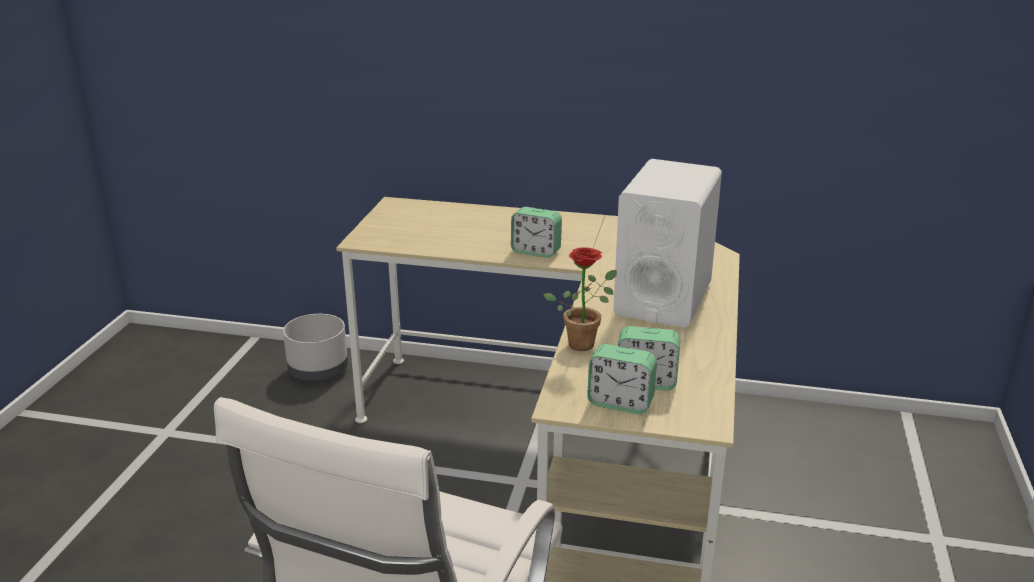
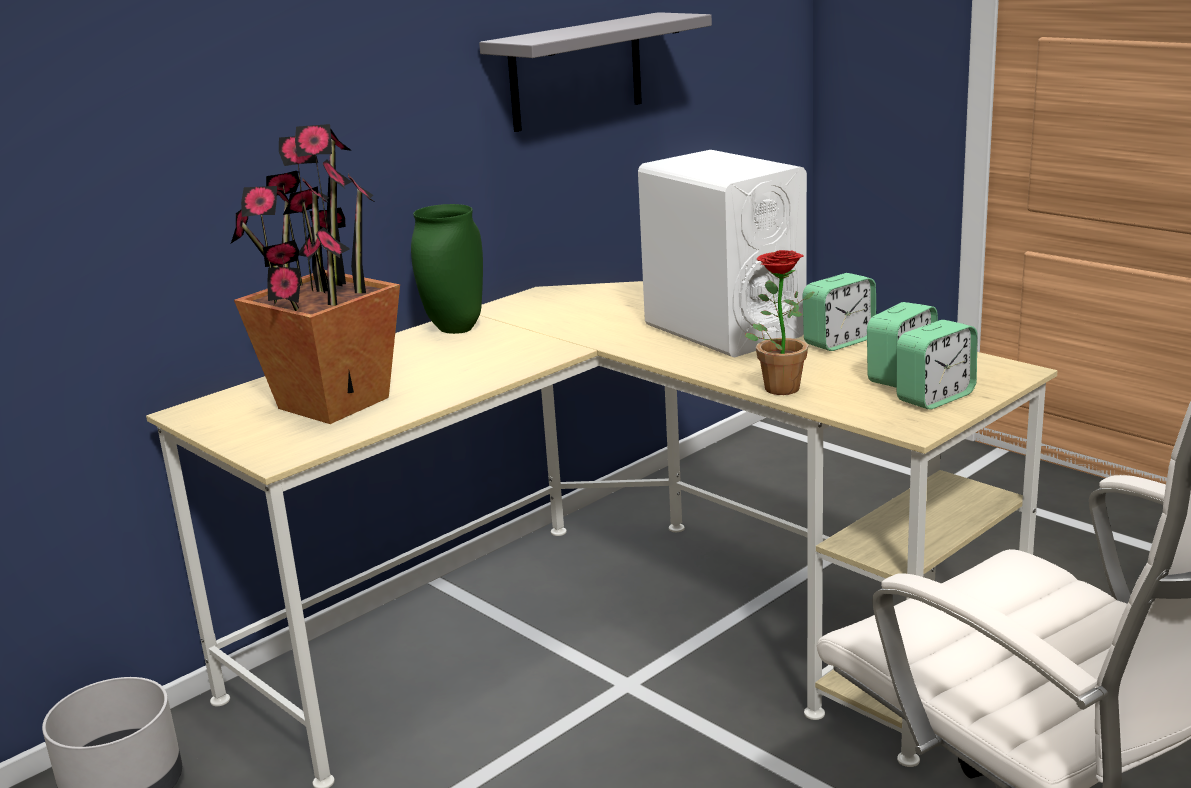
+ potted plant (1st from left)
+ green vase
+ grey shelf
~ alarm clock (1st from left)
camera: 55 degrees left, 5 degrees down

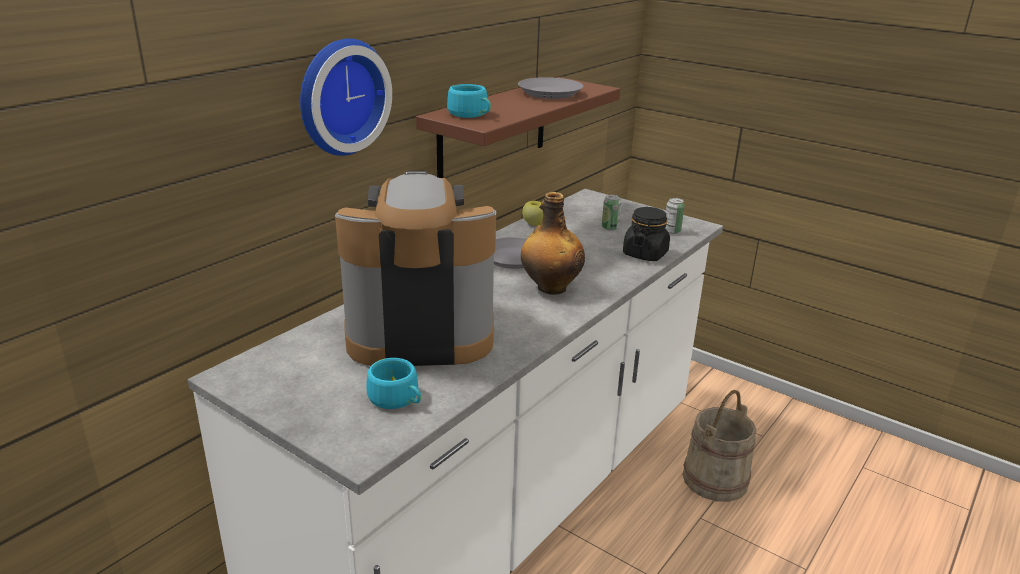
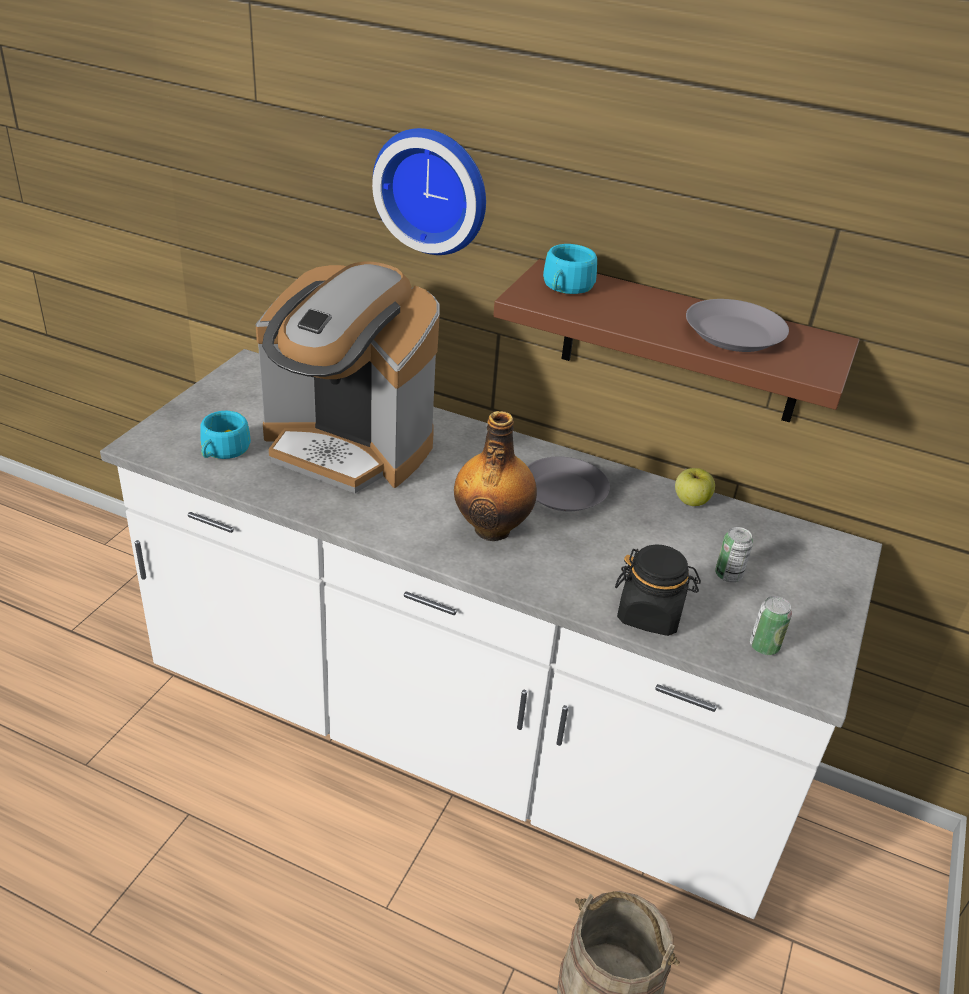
~ coffee machine 135 degrees clockwise
camera: 75 degrees right, 10 degrees up

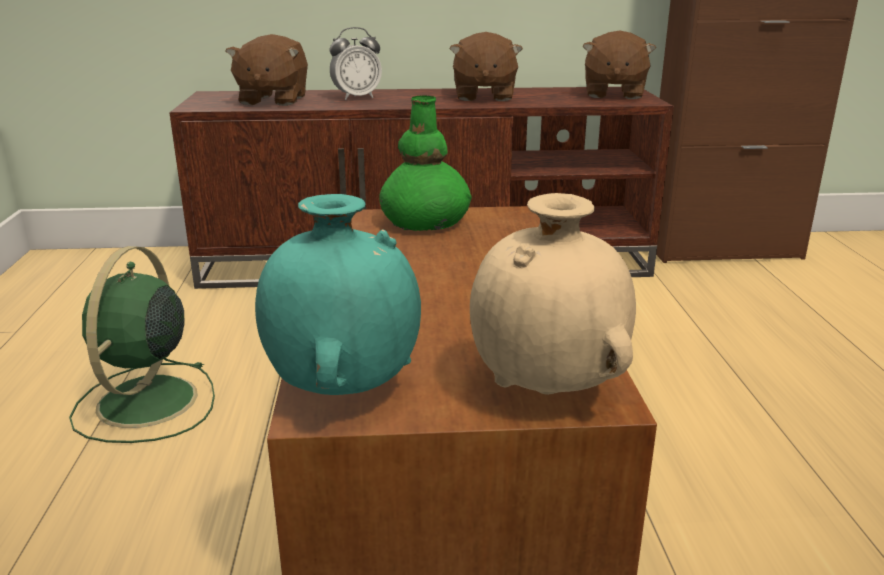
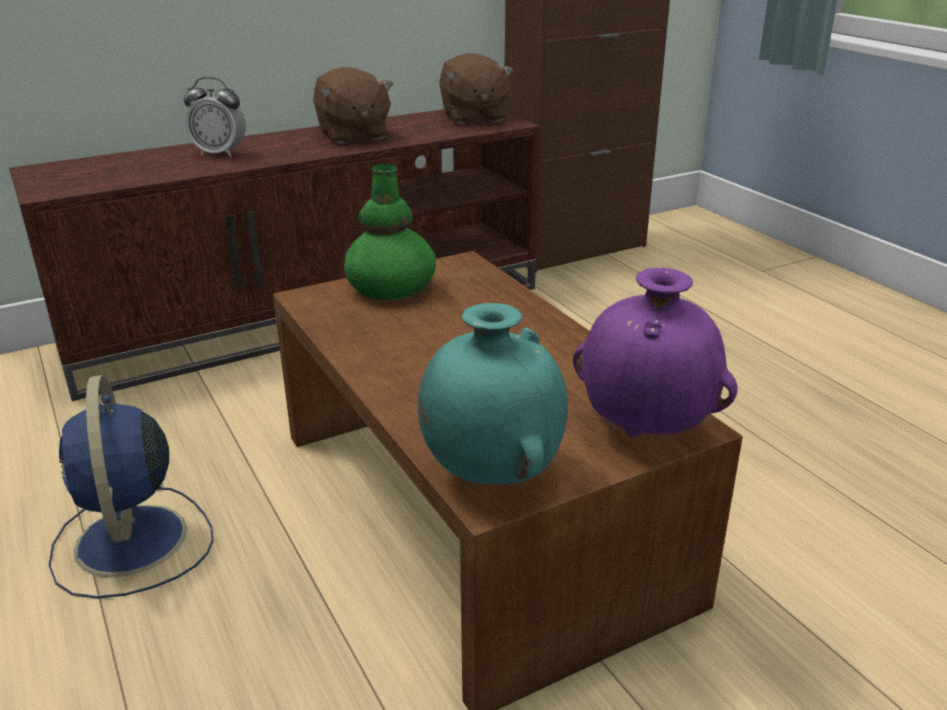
~ green fan to blue fan
~ alarm clock 60 degrees clockwise
~ beige vase to purple vase
- brown plush toy (1st from left)
camera: 25 degrees left, 5 degrees up

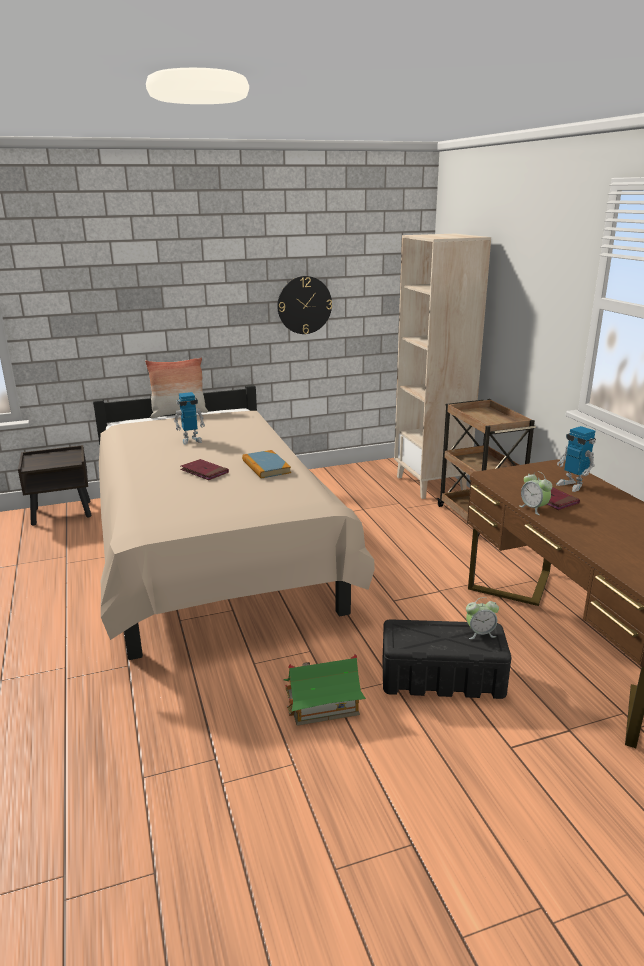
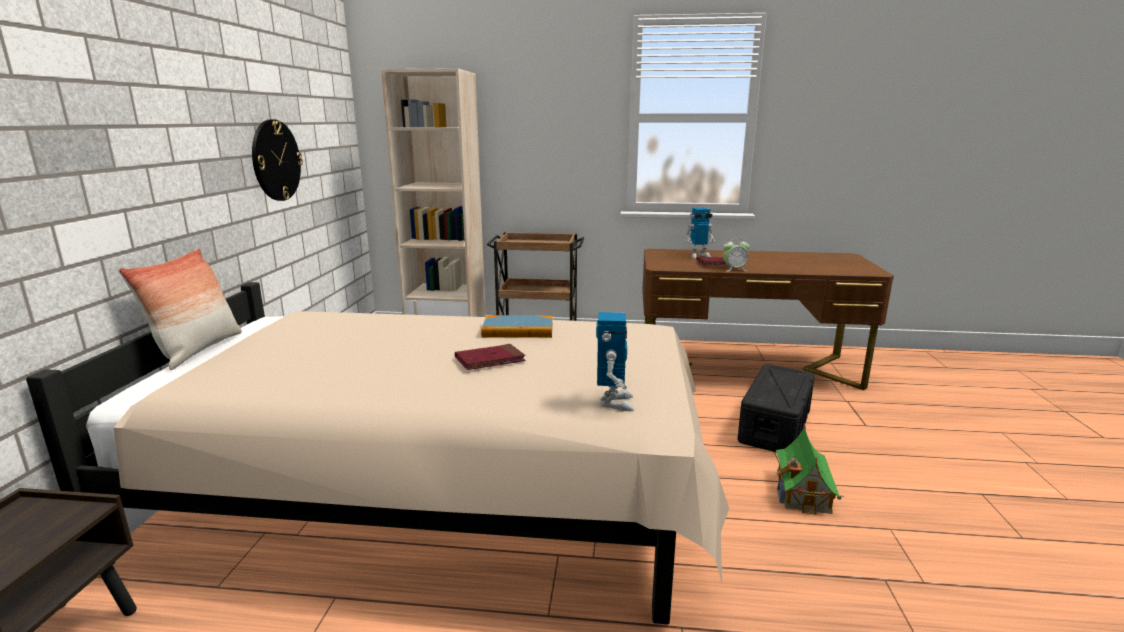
~ toy robot (1st from left)
- alarm clock (1st from left)
camera: 65 degrees left, 5 degrees down

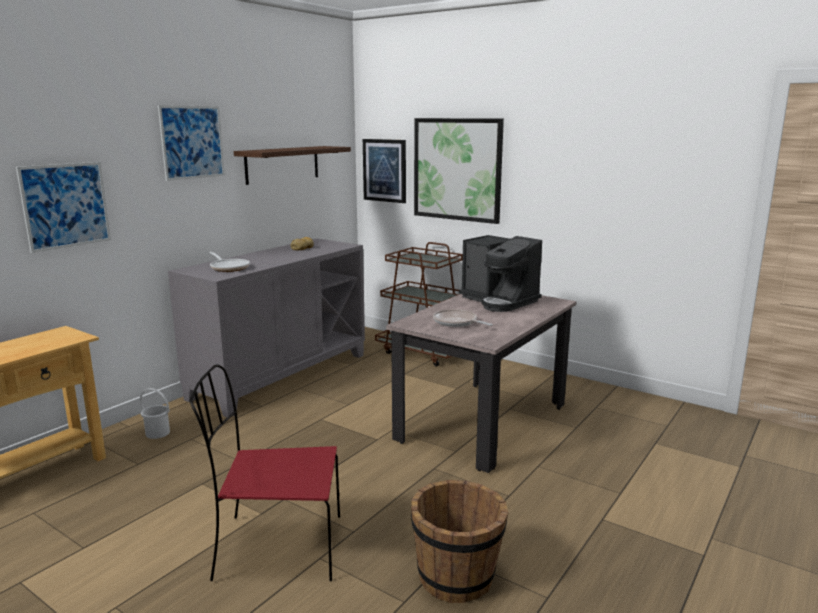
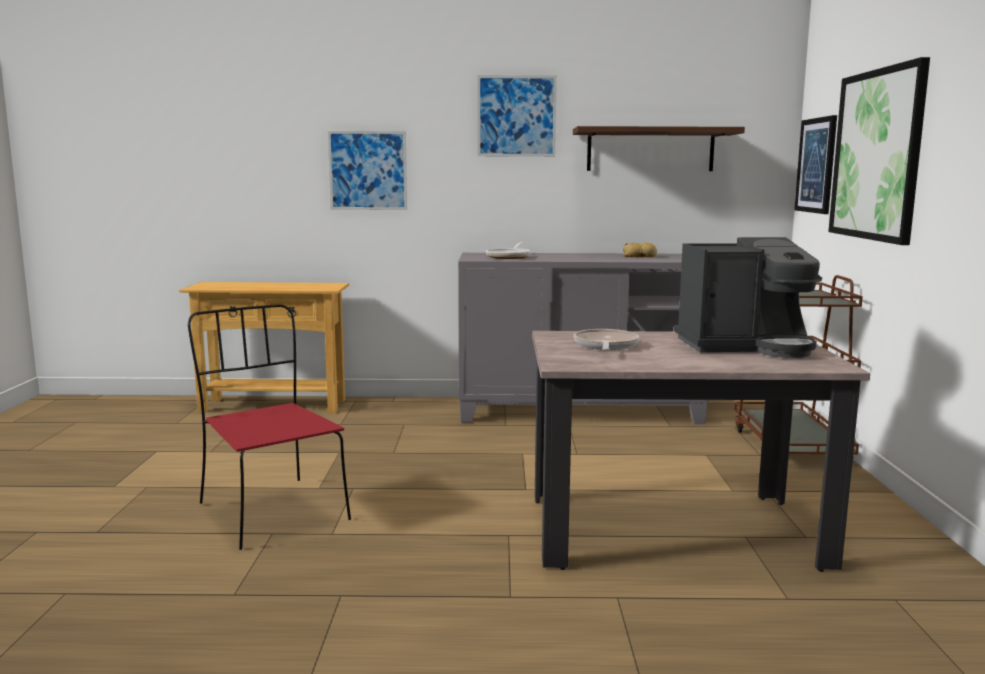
~ coffee machine 105 degrees counterclockwise
- white bucket
- brown bucket
camera: 55 degrees right, 5 degrees down

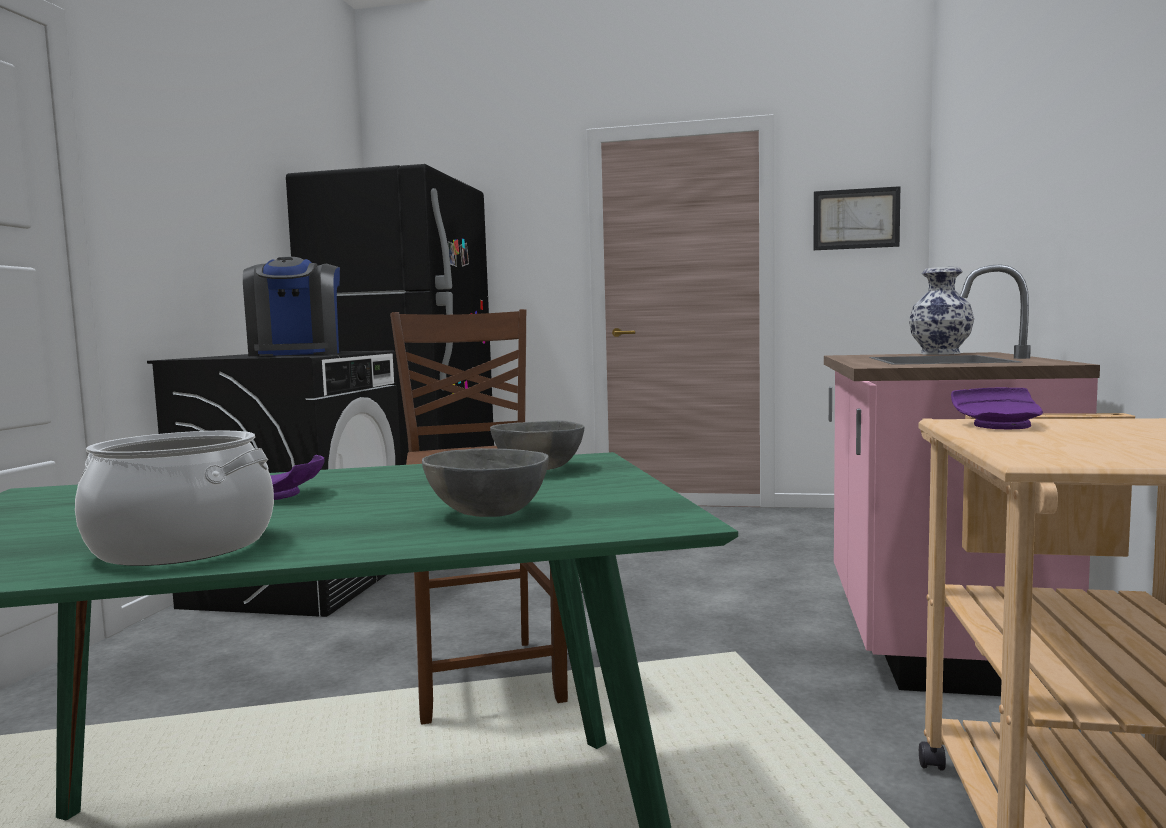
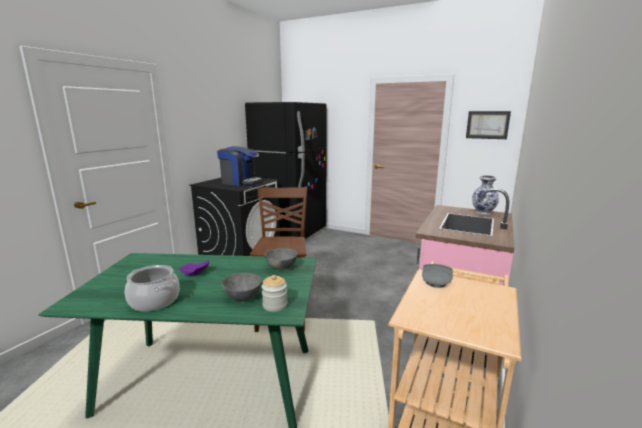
~ coffee machine 75 degrees counterclockwise
+ jar
~ purple plate (2nd from left) to grey plate
camera: 15 degrees right, 10 degrees up

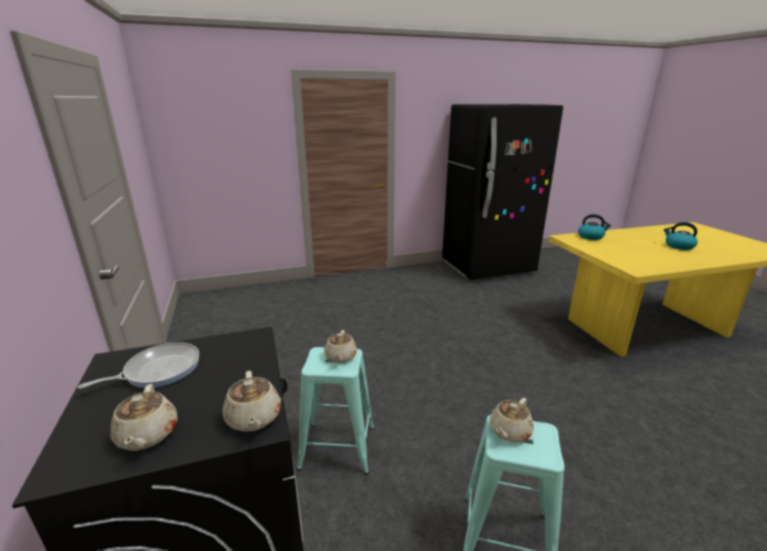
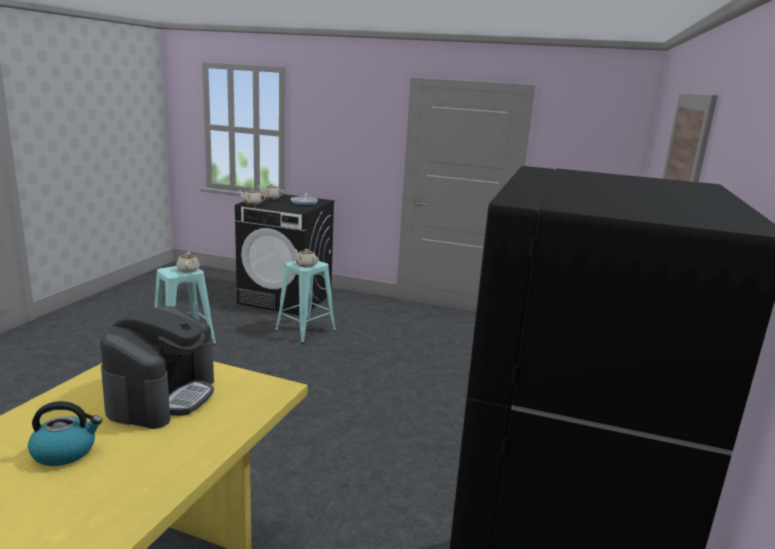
+ coffee machine
- kettle (1st from left)
camera: 125 degrees right, 5 degrees down

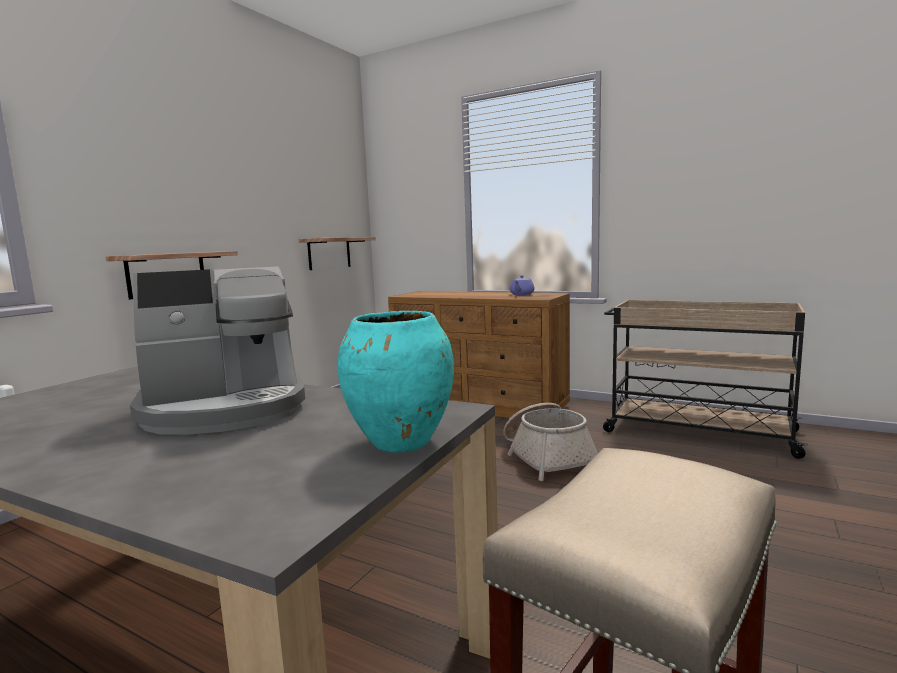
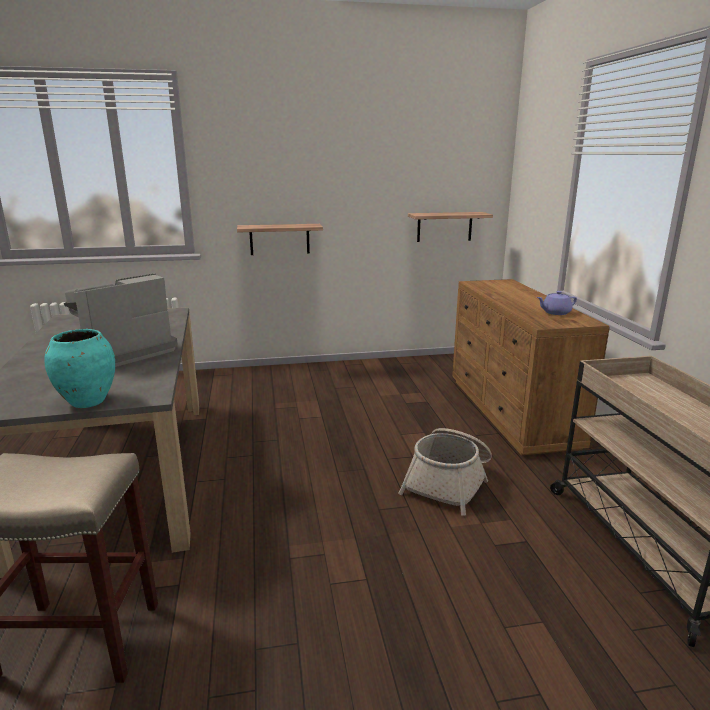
~ coffee machine 105 degrees clockwise
camera: 50 degrees right, 10 degrees up

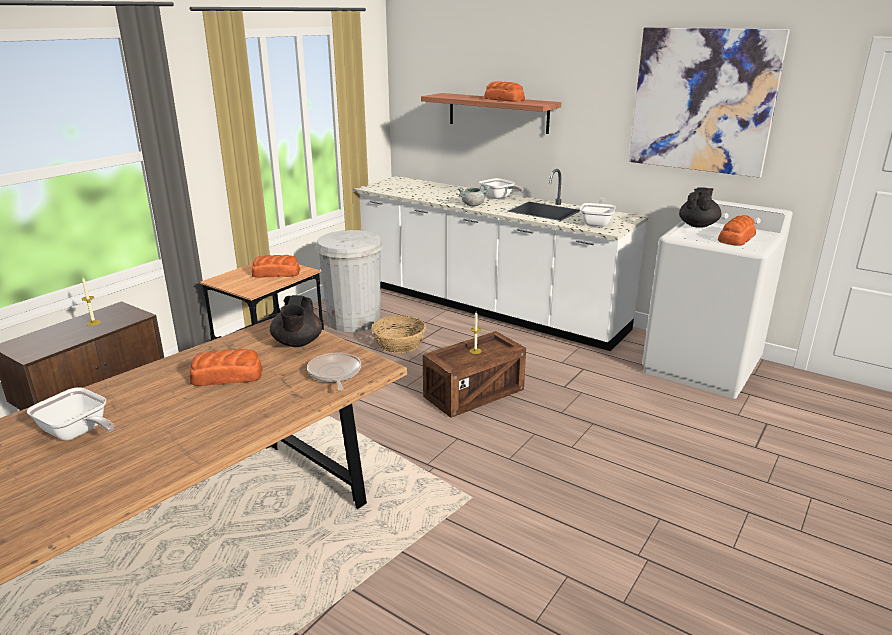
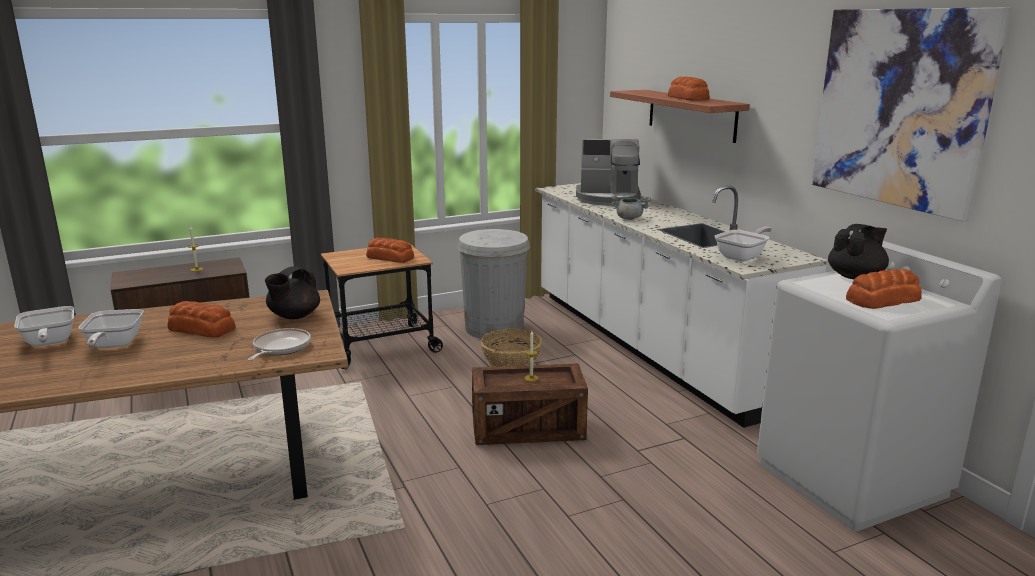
~ frying pan (3rd from left in the first image) to frying pan (2nd from left)
+ coffee machine
camera: 30 degrees right, 5 degrees down

